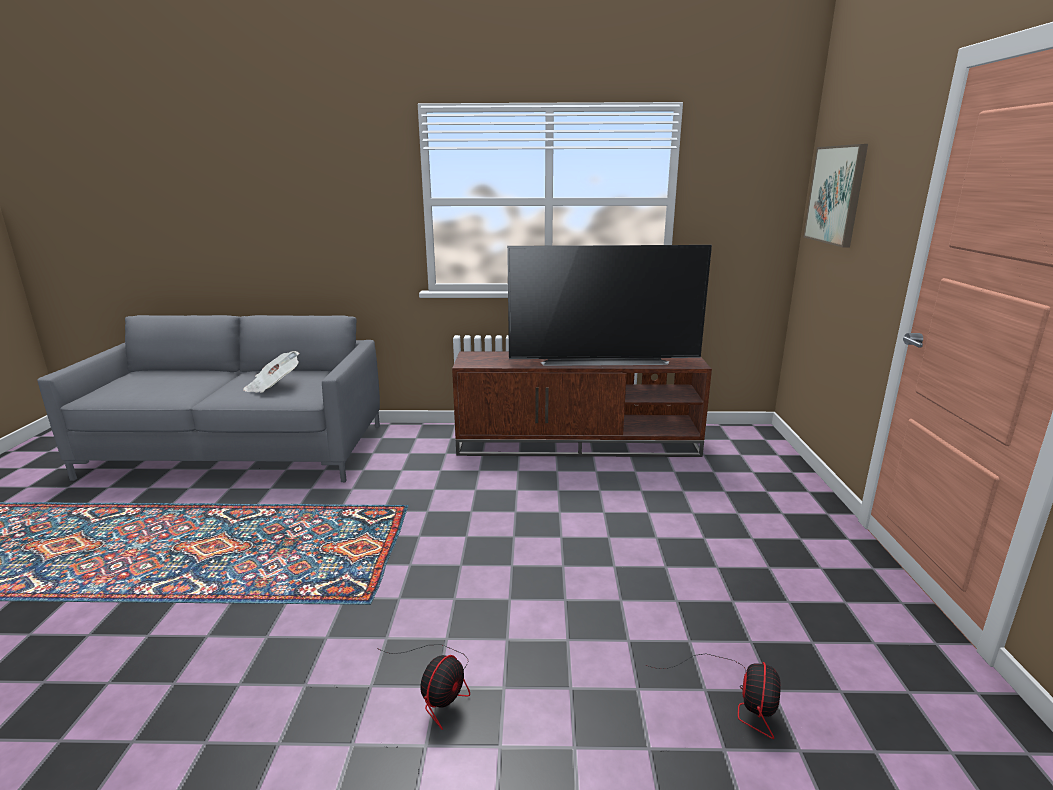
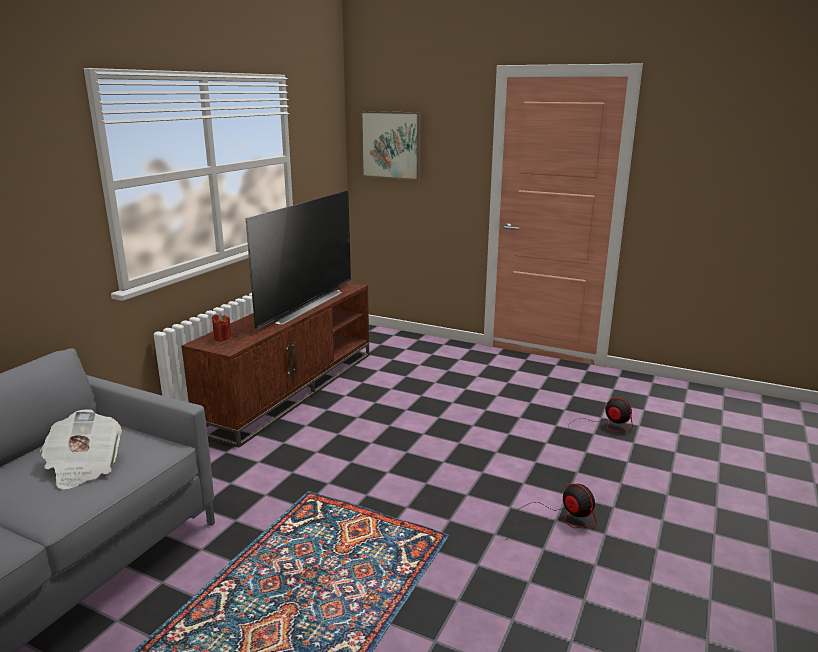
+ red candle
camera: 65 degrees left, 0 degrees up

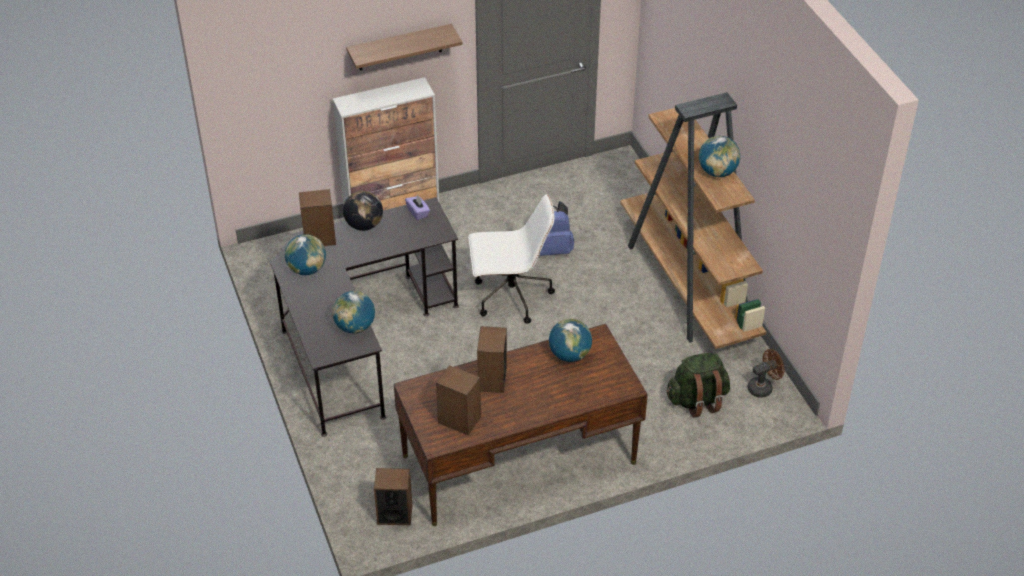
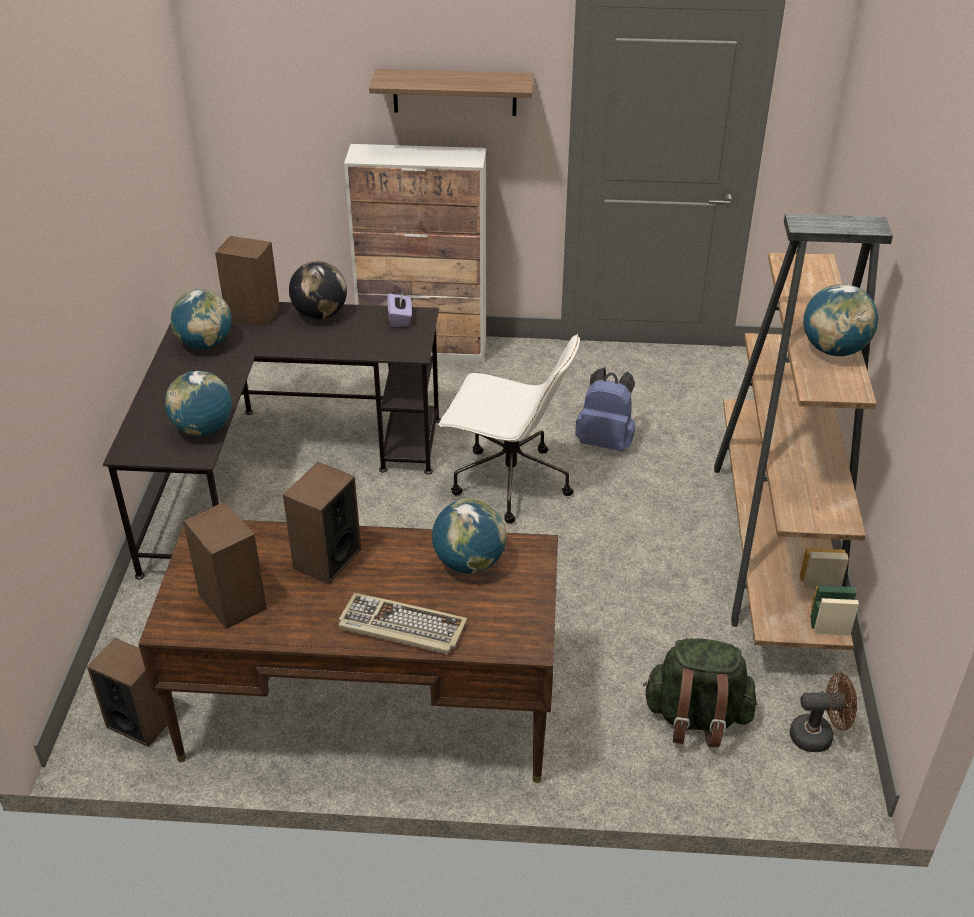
+ keyboard
camera: 25 degrees right, 5 degrees down

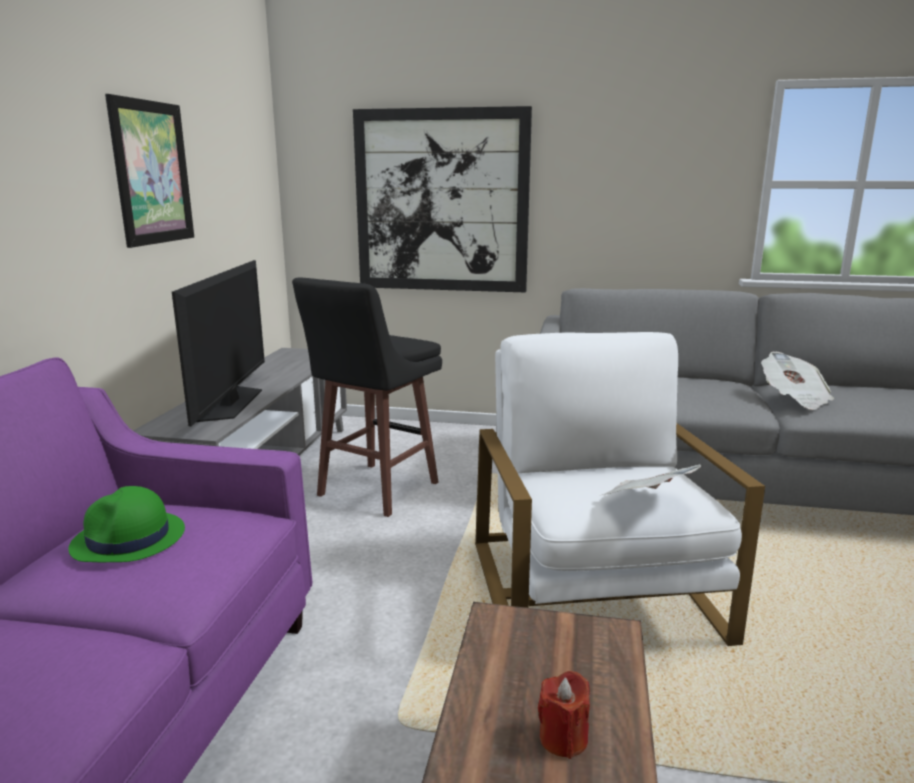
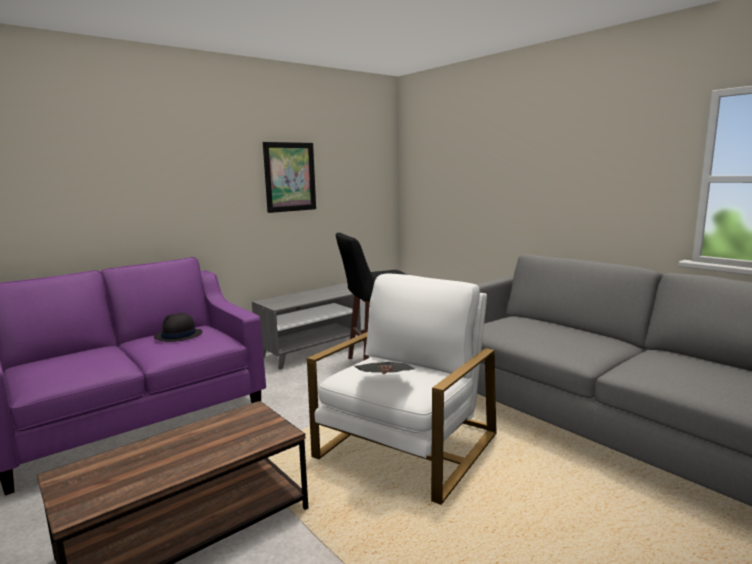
~ green hat to black hat
- television
- picture (2nd from left)
- red candle
- newspaper (2nd from left)
camera: 40 degrees right, 5 degrees down

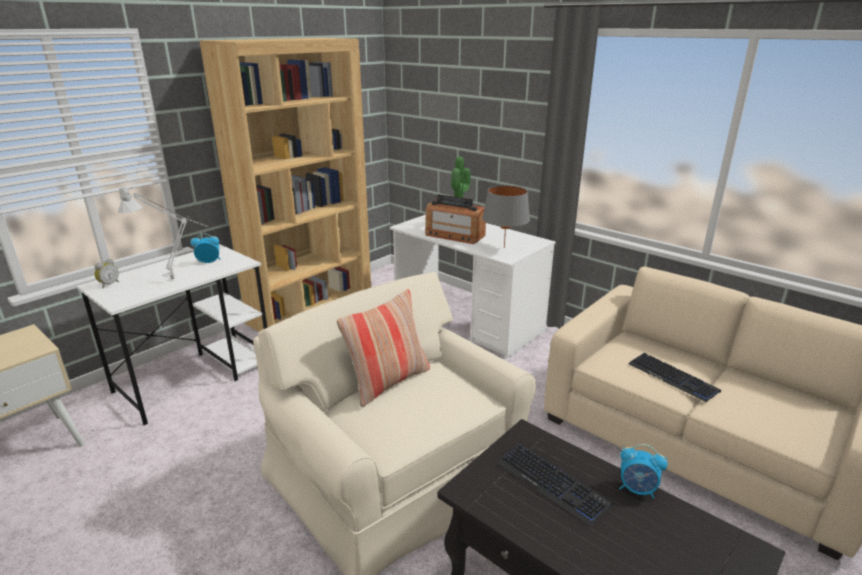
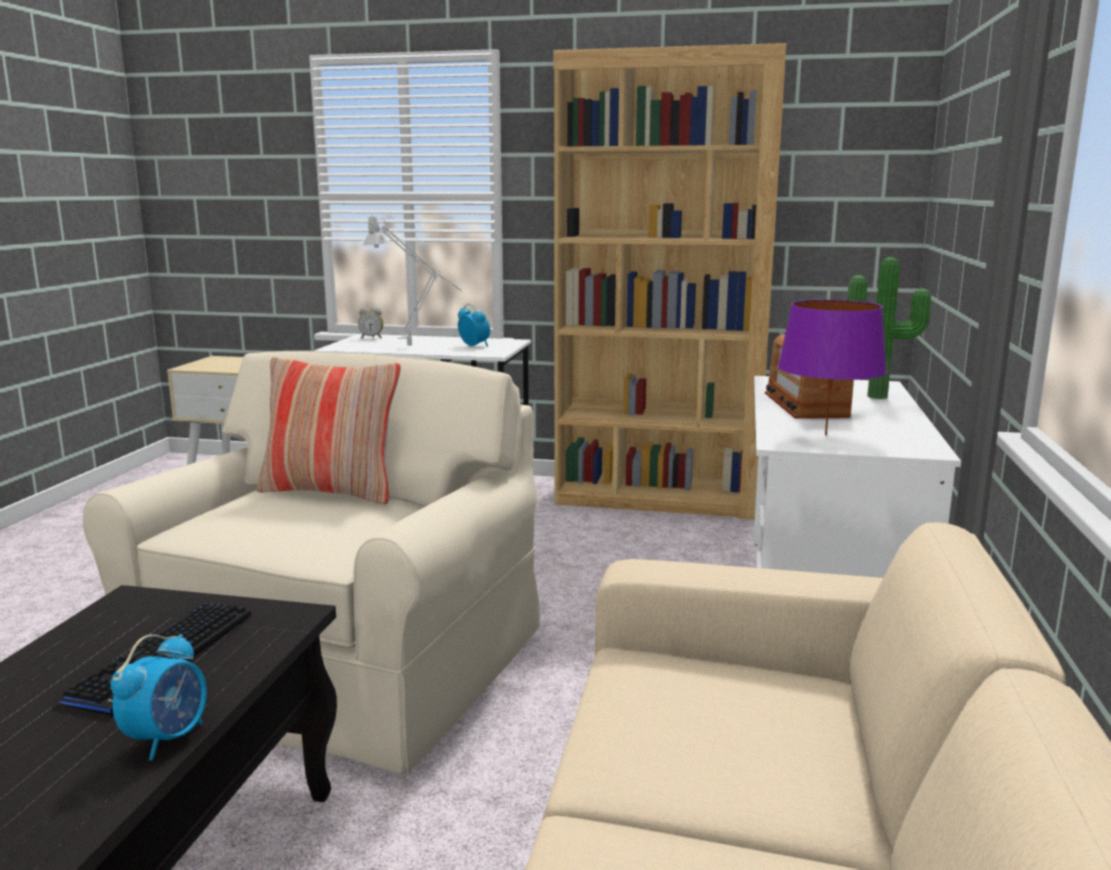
~ alarm clock (3rd from left in the first image) 150 degrees counterclockwise
~ grey table lamp (2nd from left) to purple table lamp
- keyboard (2nd from left)
camera: 60 degrees right, 10 degrees down

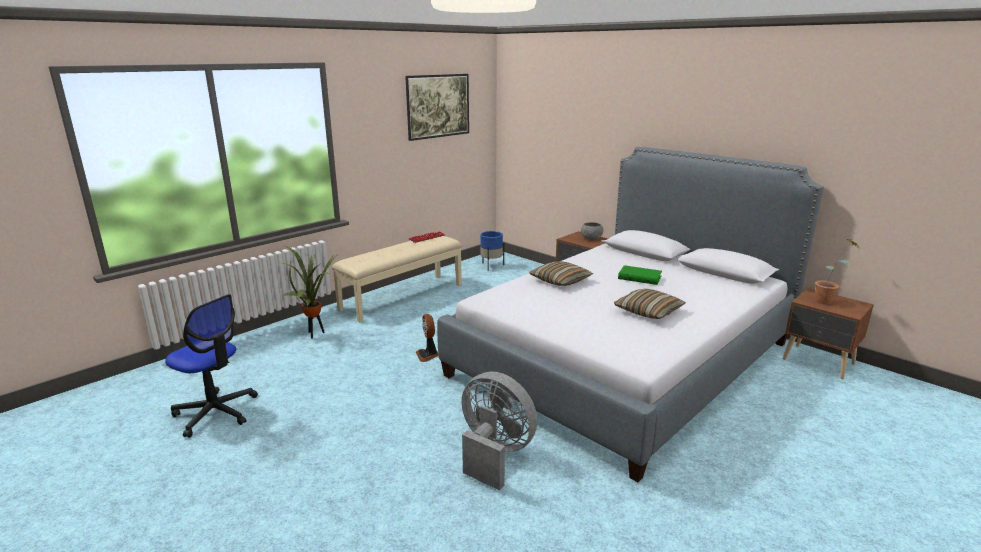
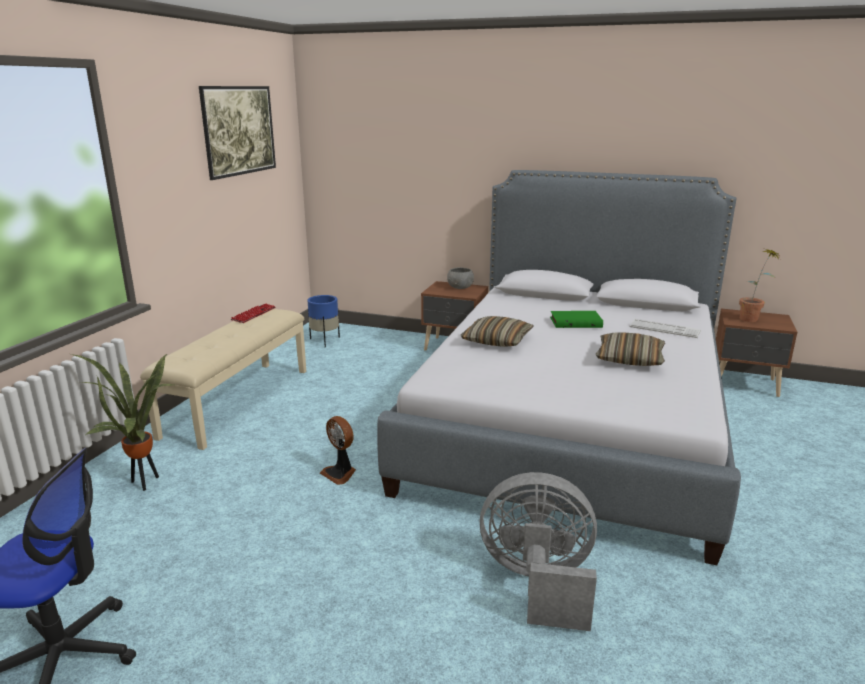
+ keyboard (2nd from left)
camera: 25 degrees left, 0 degrees up

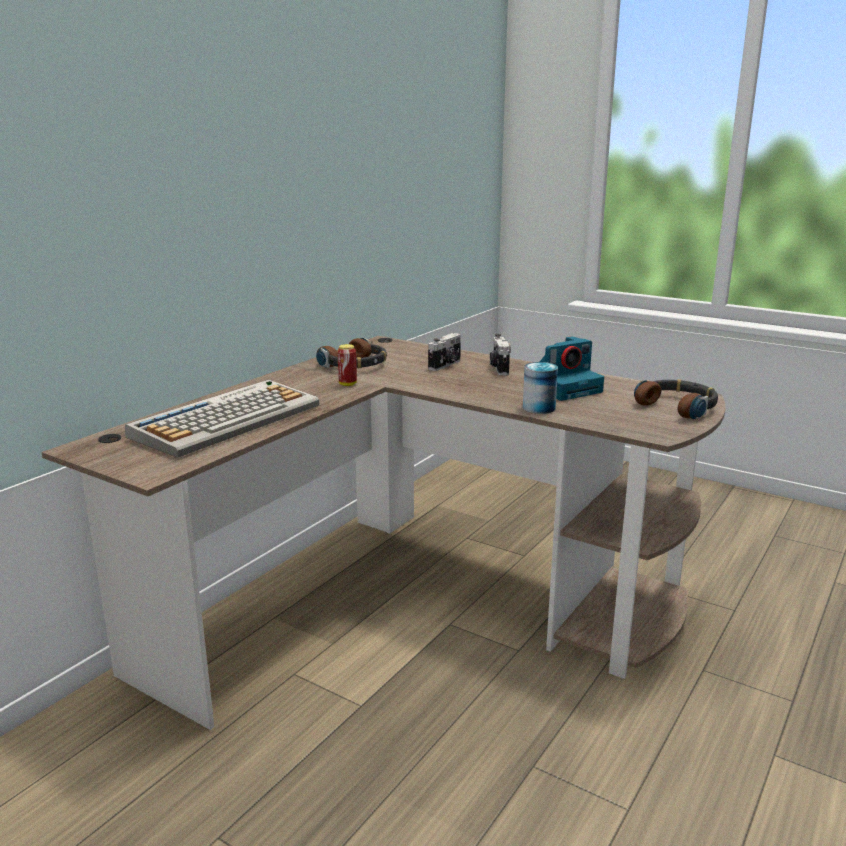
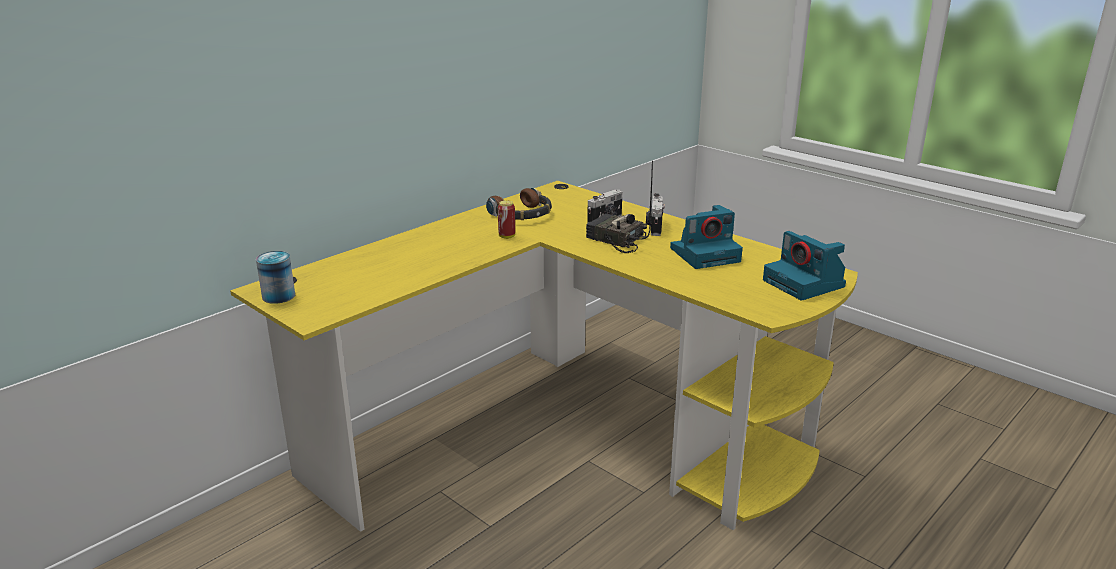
~ brown desk to yellow desk
~ can (2nd from left in the first image) to can (1st from left)
+ radio
~ headphones (2nd from left) to photo camera (4th from left)
- keyboard
camera: 10 degrees right, 5 degrees up

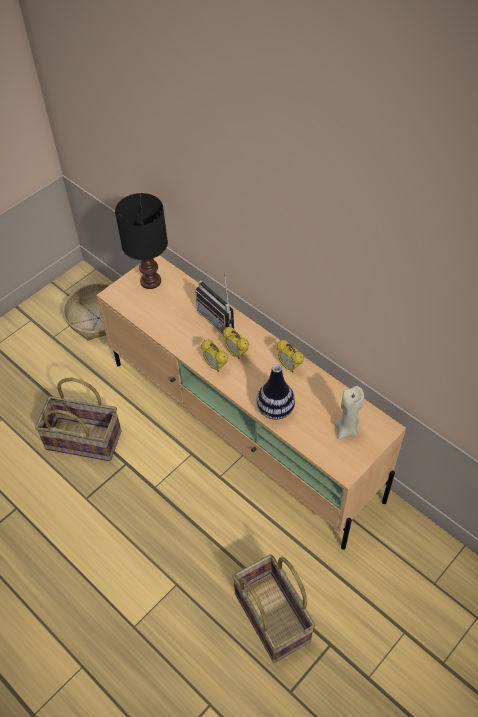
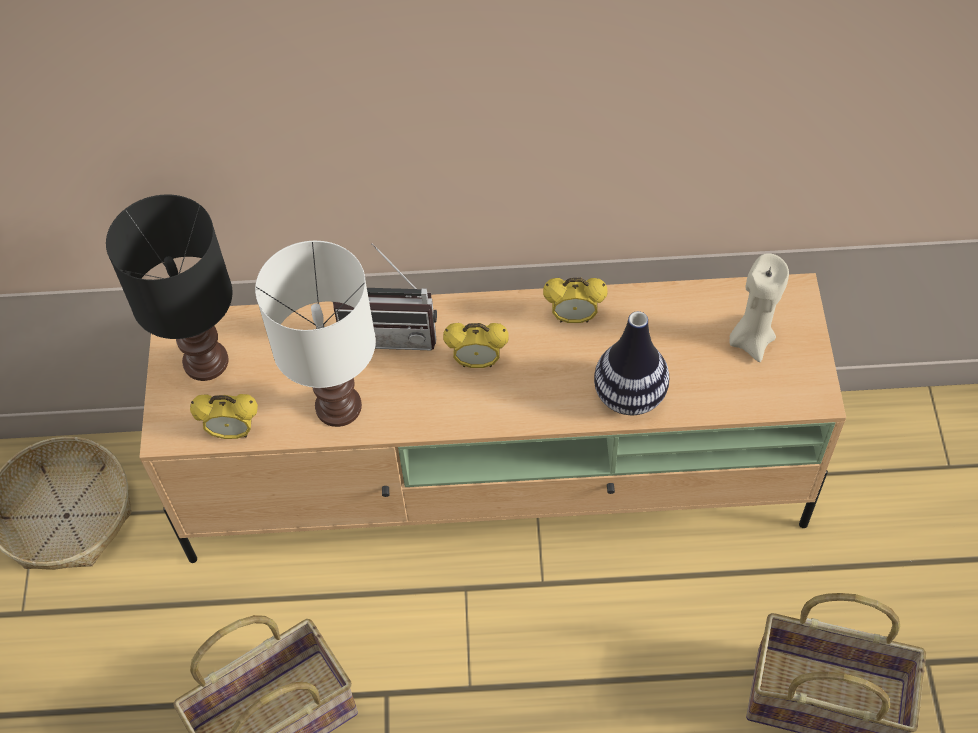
~ alarm clock (1st from left)
+ white table lamp
camera: 45 degrees left, 5 degrees up

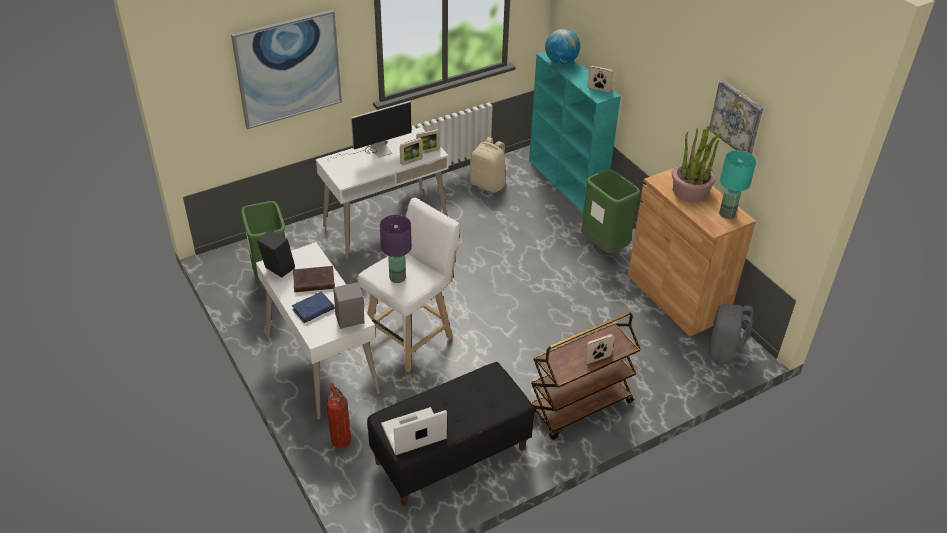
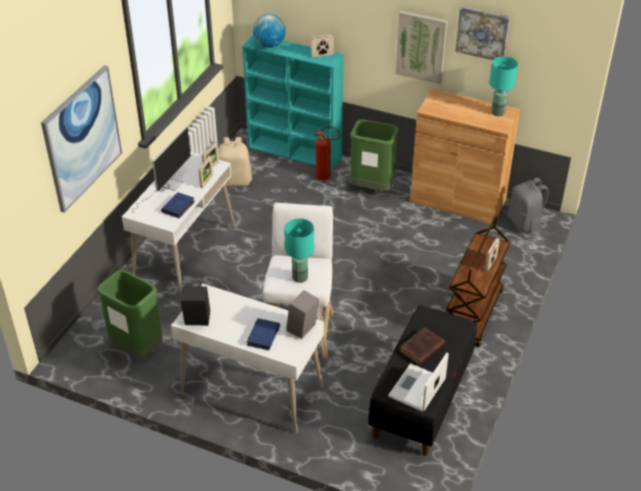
+ blue book (1st from left)
~ purple table lamp to turquoise table lamp (1st from left)
~ fire extinguisher
+ picture (2nd from left)
~ brown book
- potted plant
camera: 35 degrees left, 0 degrees up

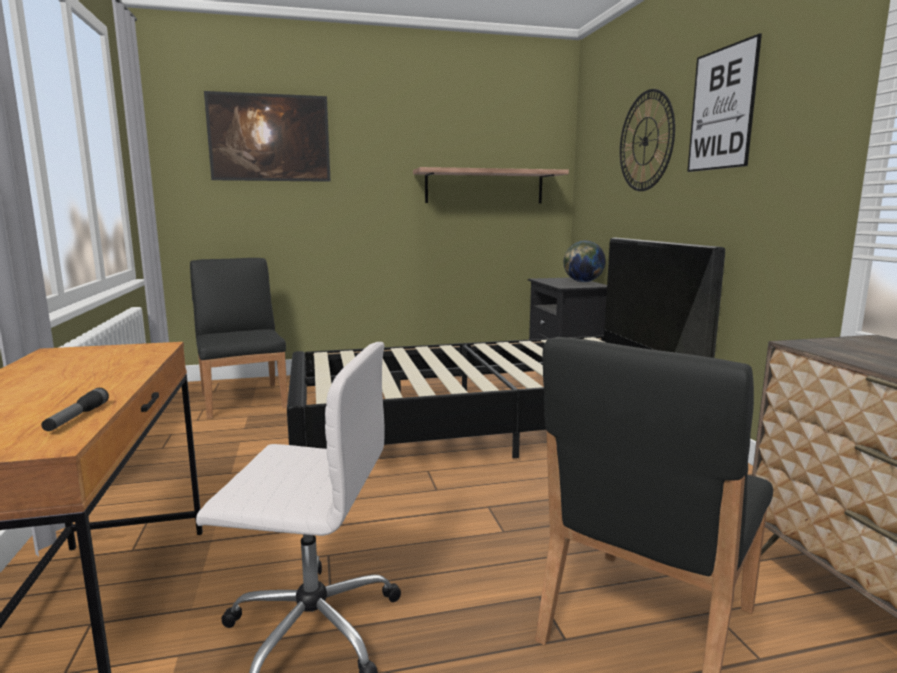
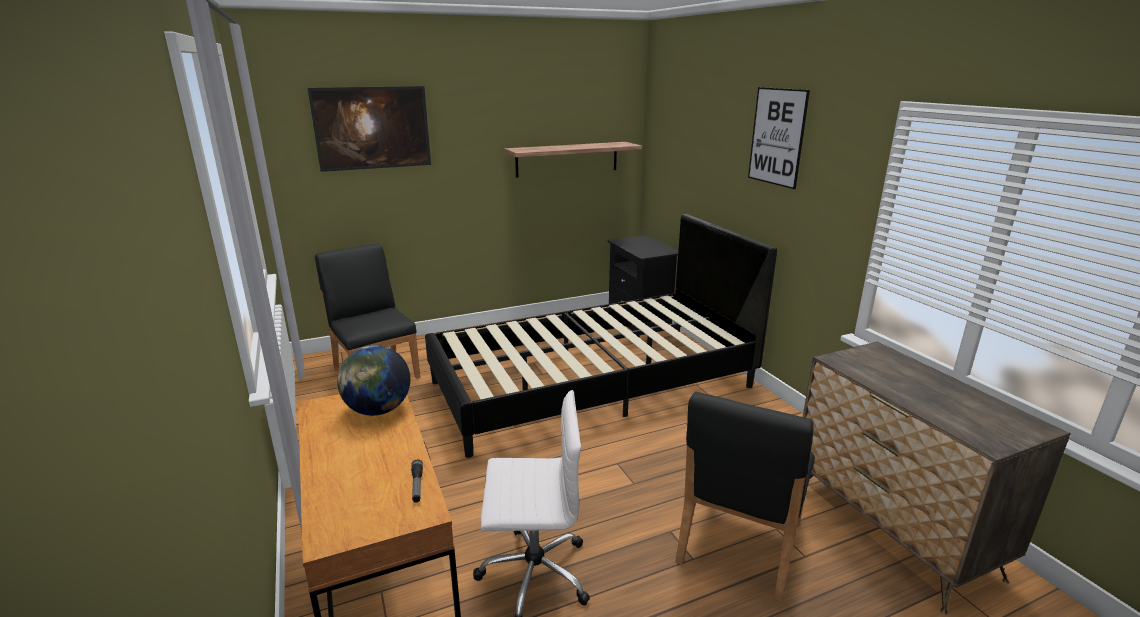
~ globe
- wall clock
camera: 10 degrees left, 10 degrees up

